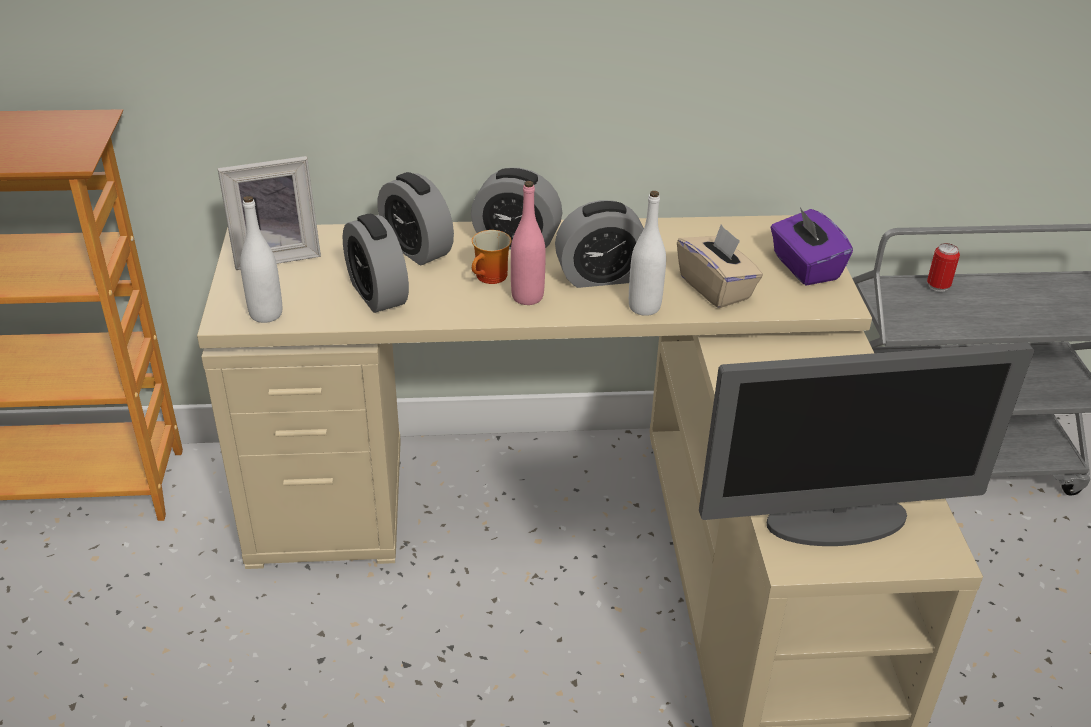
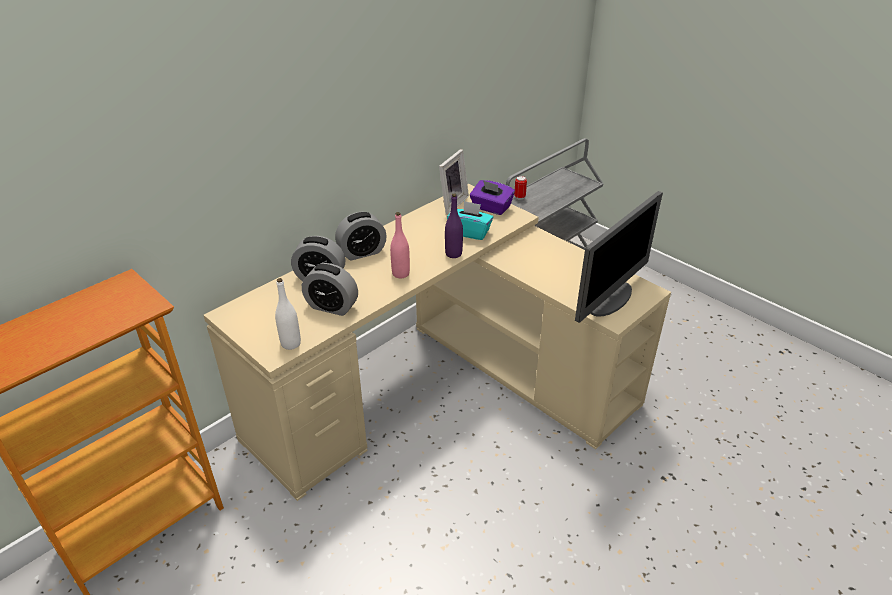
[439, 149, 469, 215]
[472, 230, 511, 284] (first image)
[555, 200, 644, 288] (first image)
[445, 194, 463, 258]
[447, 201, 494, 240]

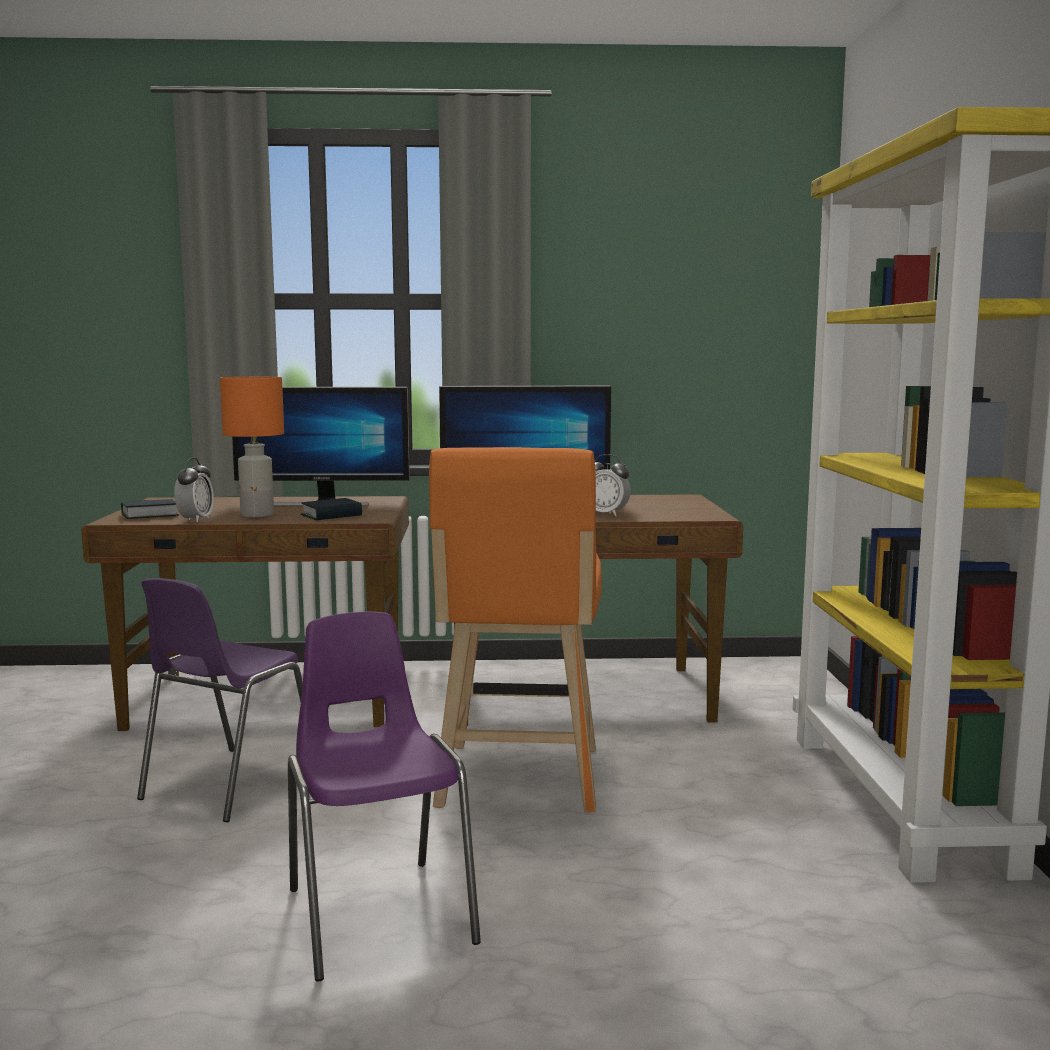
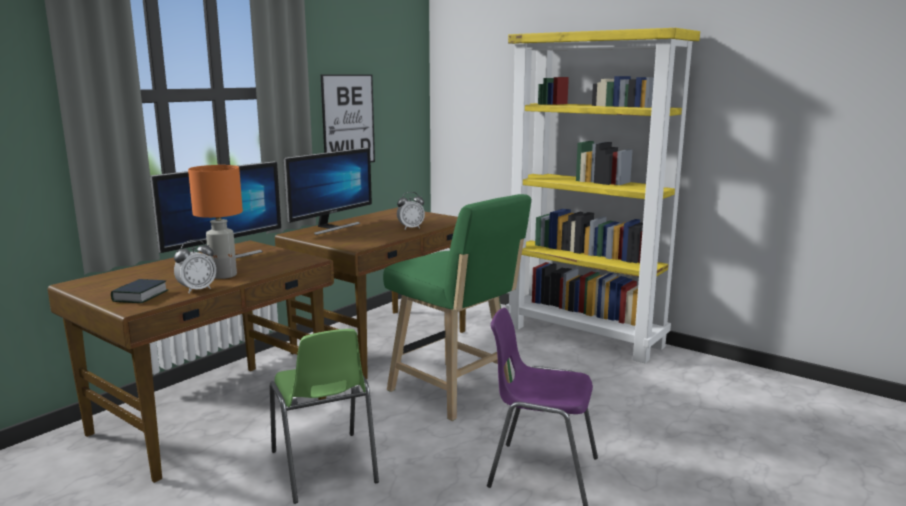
[270, 329, 379, 504]
[174, 240, 216, 294]
[301, 498, 362, 520] (first image)
[383, 194, 531, 421]
[321, 74, 375, 162]

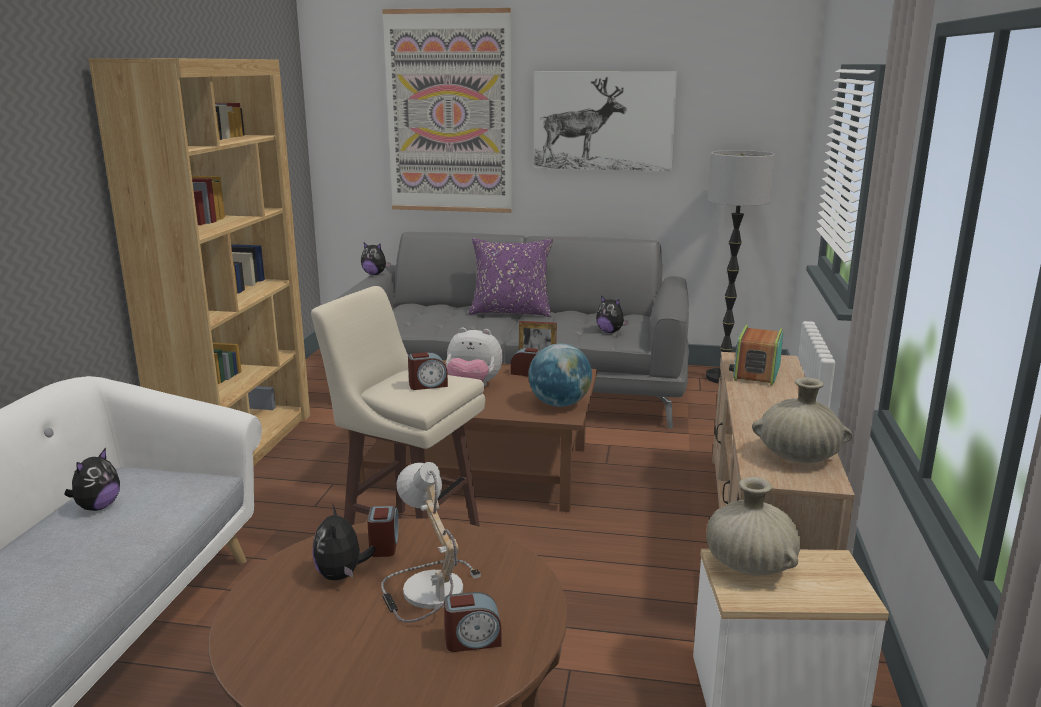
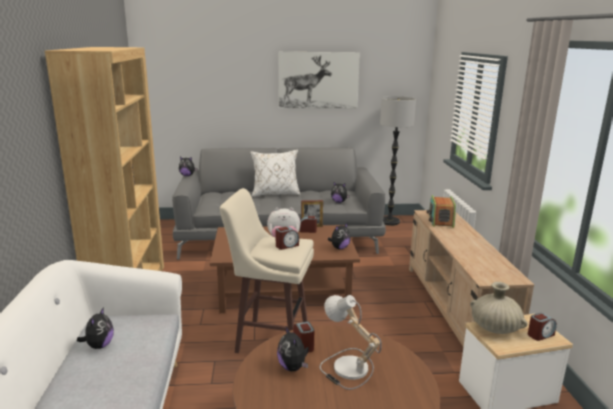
[382, 8, 512, 213] (first image)
[528, 313, 557, 341]
[250, 150, 300, 197]
[328, 223, 351, 249]
[752, 377, 853, 463] (first image)

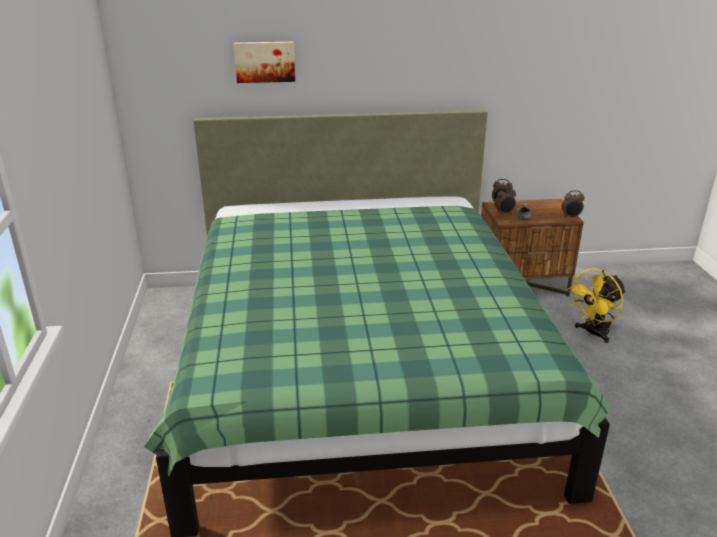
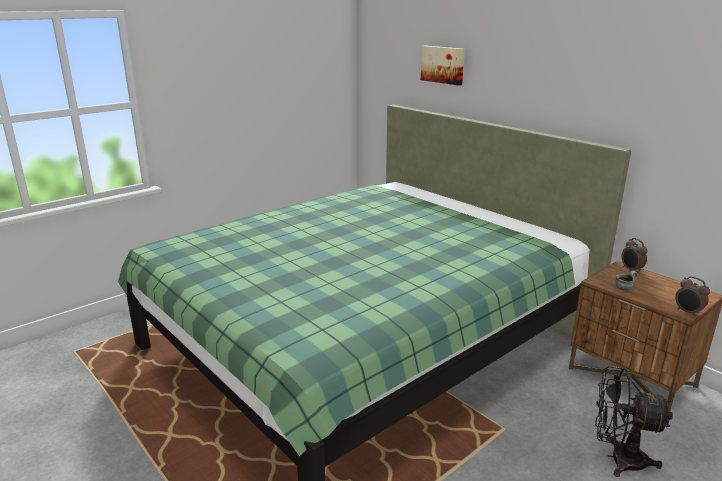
[495, 187, 516, 215] (first image)
[595, 366, 673, 477]

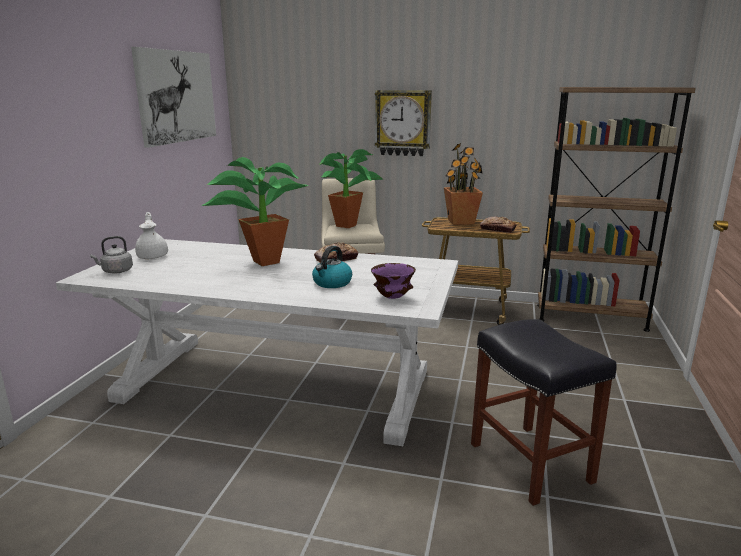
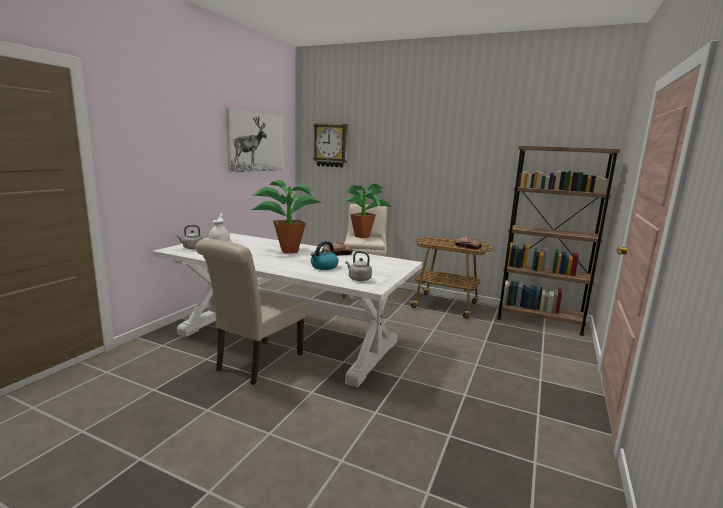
[346, 251, 372, 281]
[313, 123, 348, 168]
[444, 143, 483, 225] (first image)
[471, 319, 617, 506] (first image)
[195, 239, 307, 385]

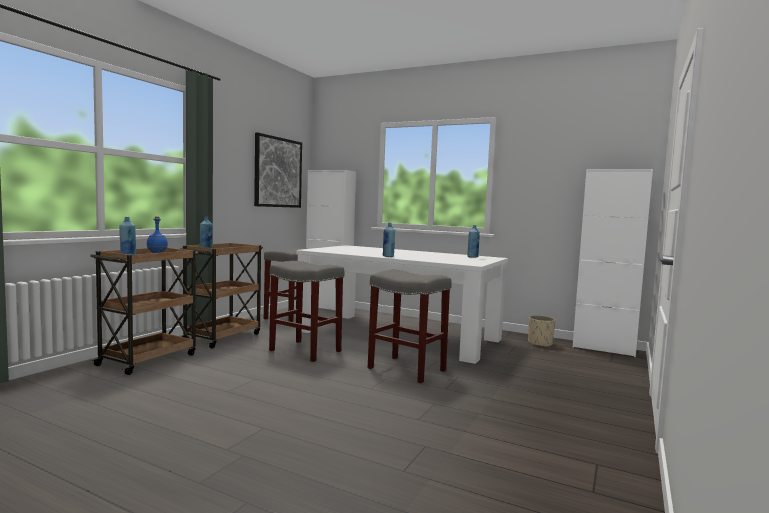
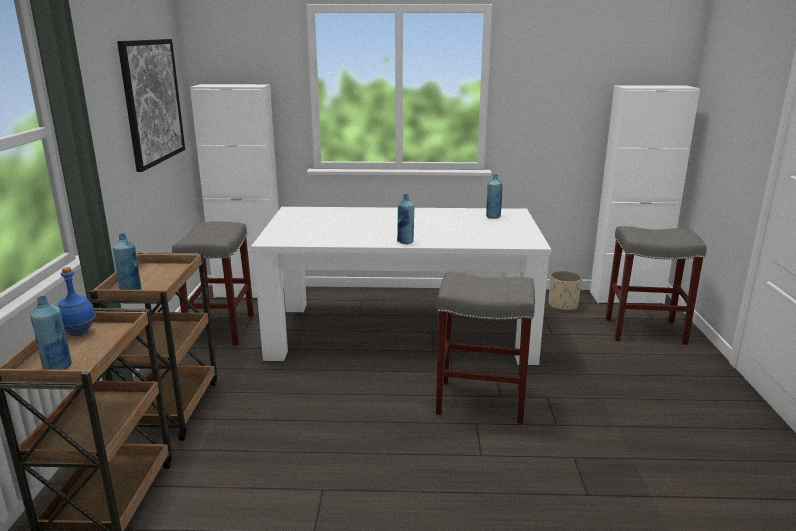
[606, 226, 707, 345]

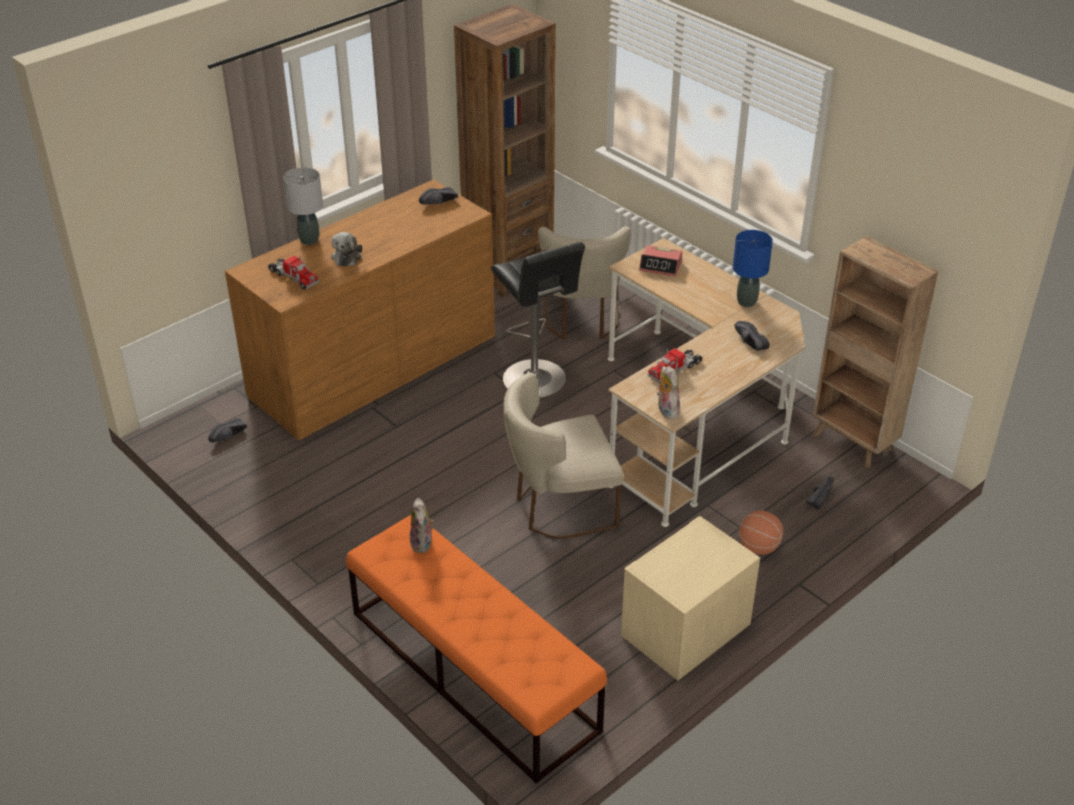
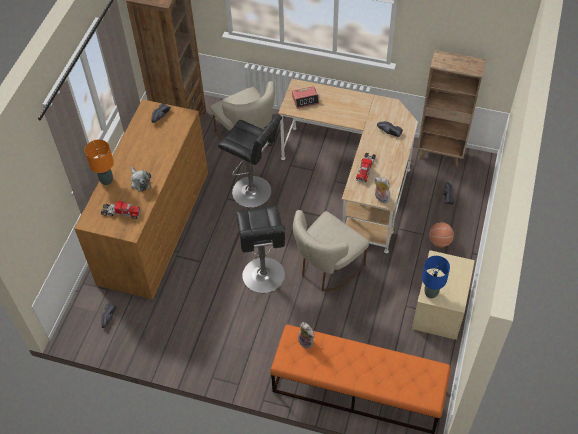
[85, 140, 114, 185]
[422, 256, 450, 299]
[236, 205, 285, 293]

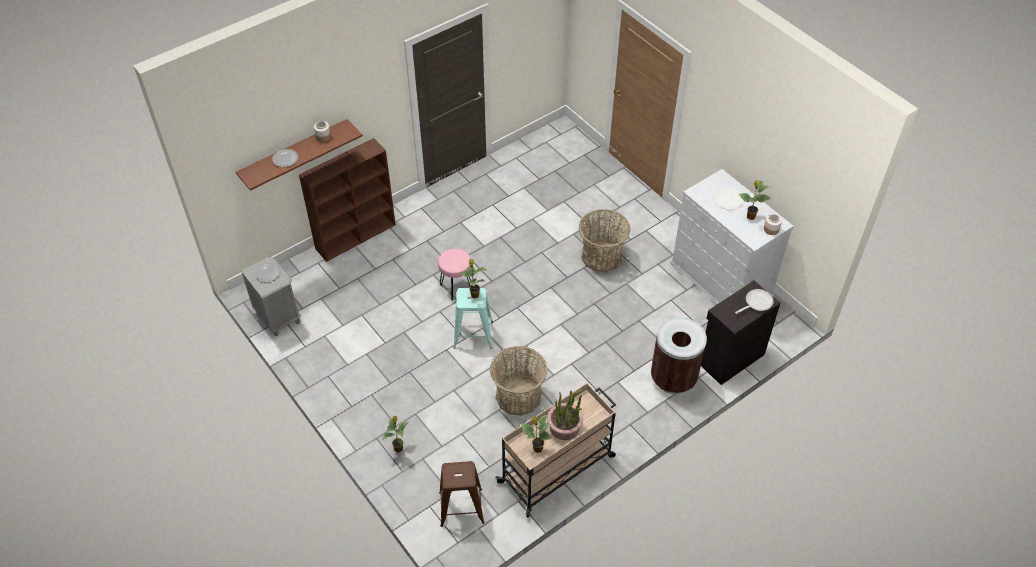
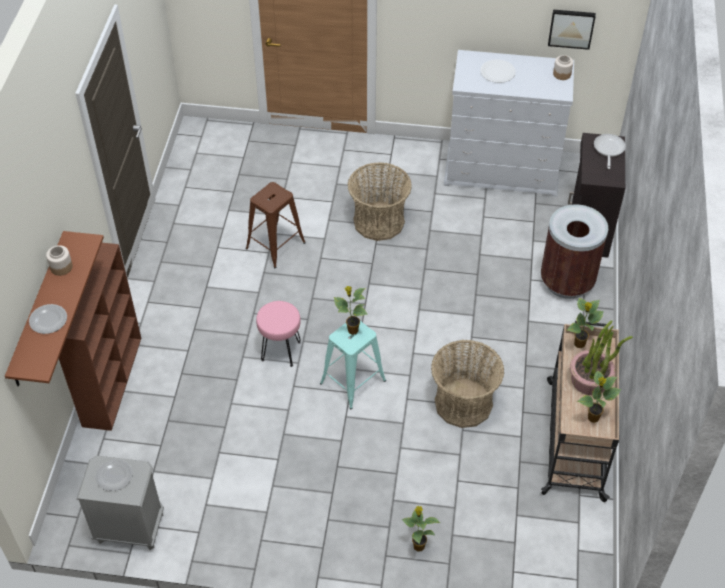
[246, 182, 306, 268]
[567, 298, 604, 348]
[548, 10, 596, 50]

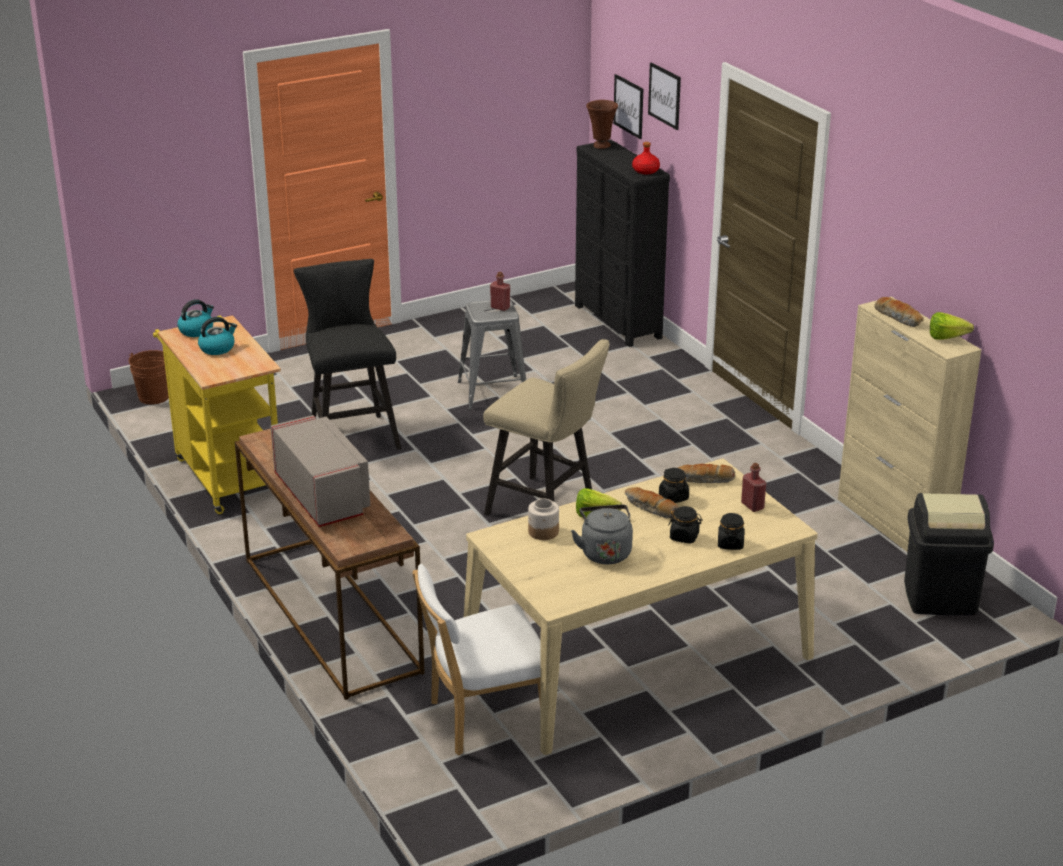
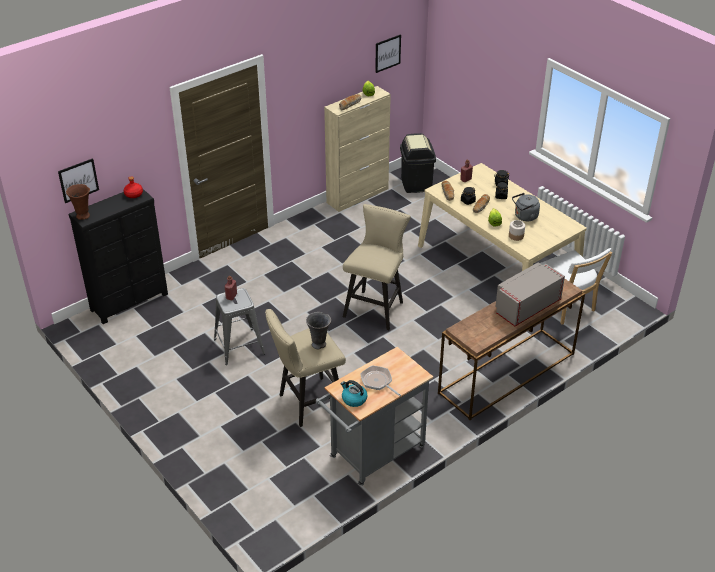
[129, 350, 169, 404] (first image)
[316, 347, 433, 486]
[360, 365, 401, 396]
[265, 309, 346, 427]
[375, 34, 401, 73]
[306, 312, 331, 349]

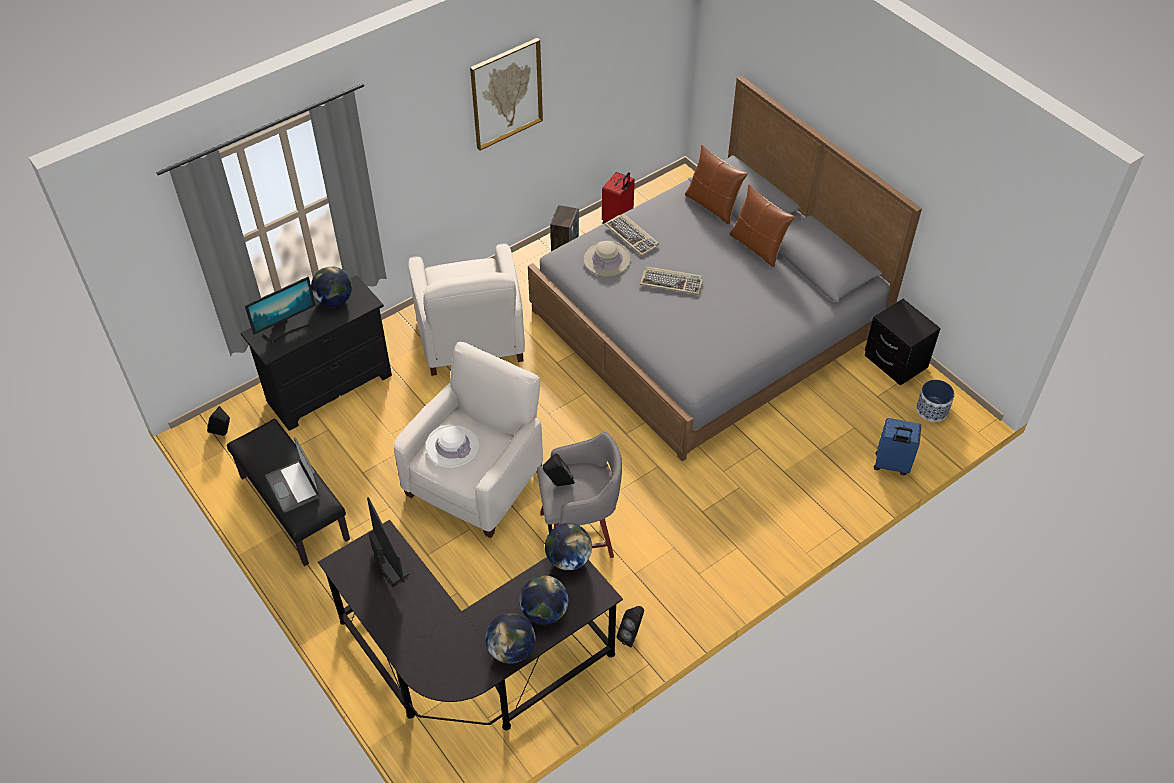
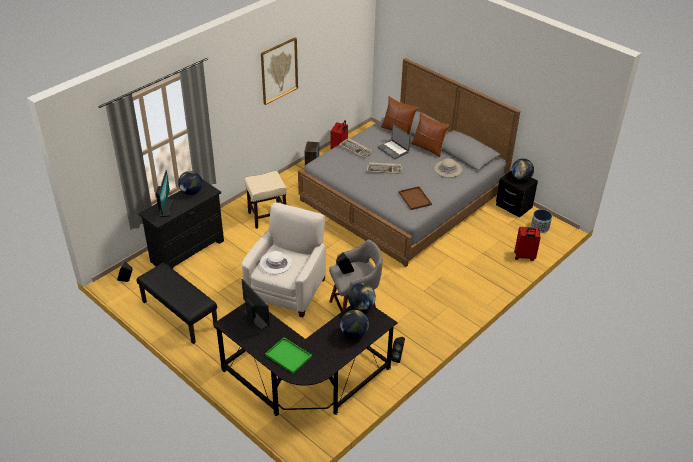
[156, 170, 174, 217]
[378, 124, 411, 159]
[244, 171, 287, 229]
[512, 158, 534, 181]
[434, 158, 462, 178]
[514, 227, 541, 261]
[265, 337, 312, 374]
[399, 186, 432, 210]

